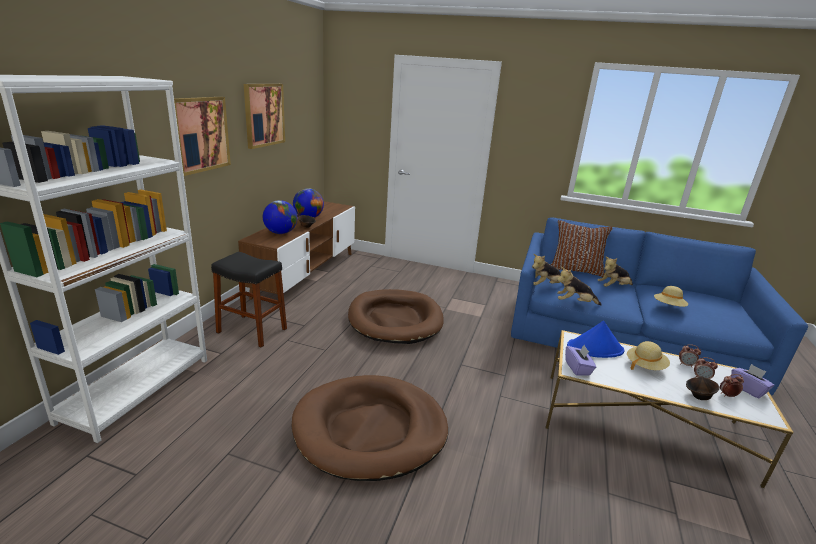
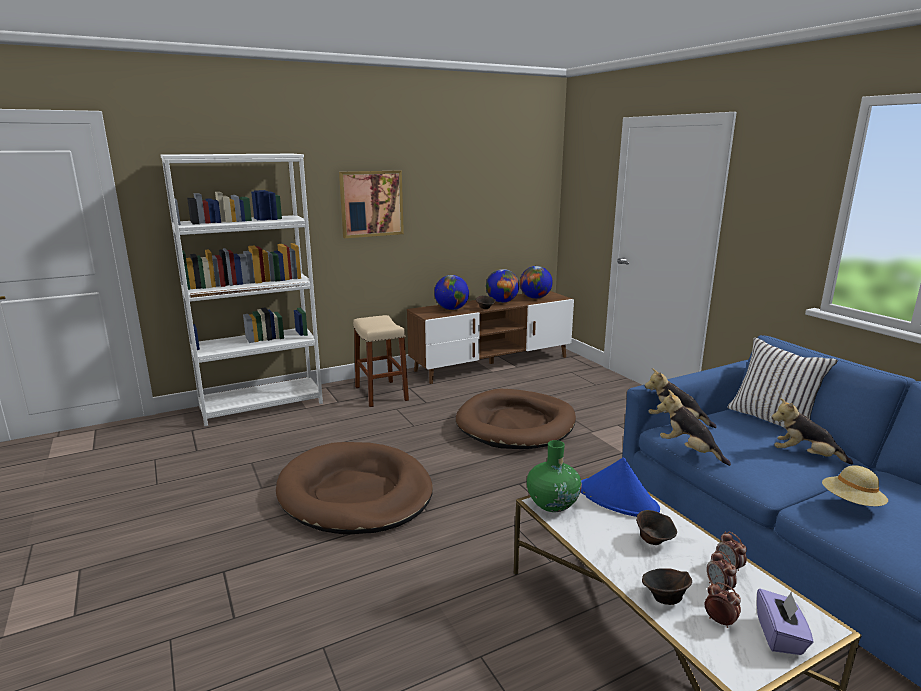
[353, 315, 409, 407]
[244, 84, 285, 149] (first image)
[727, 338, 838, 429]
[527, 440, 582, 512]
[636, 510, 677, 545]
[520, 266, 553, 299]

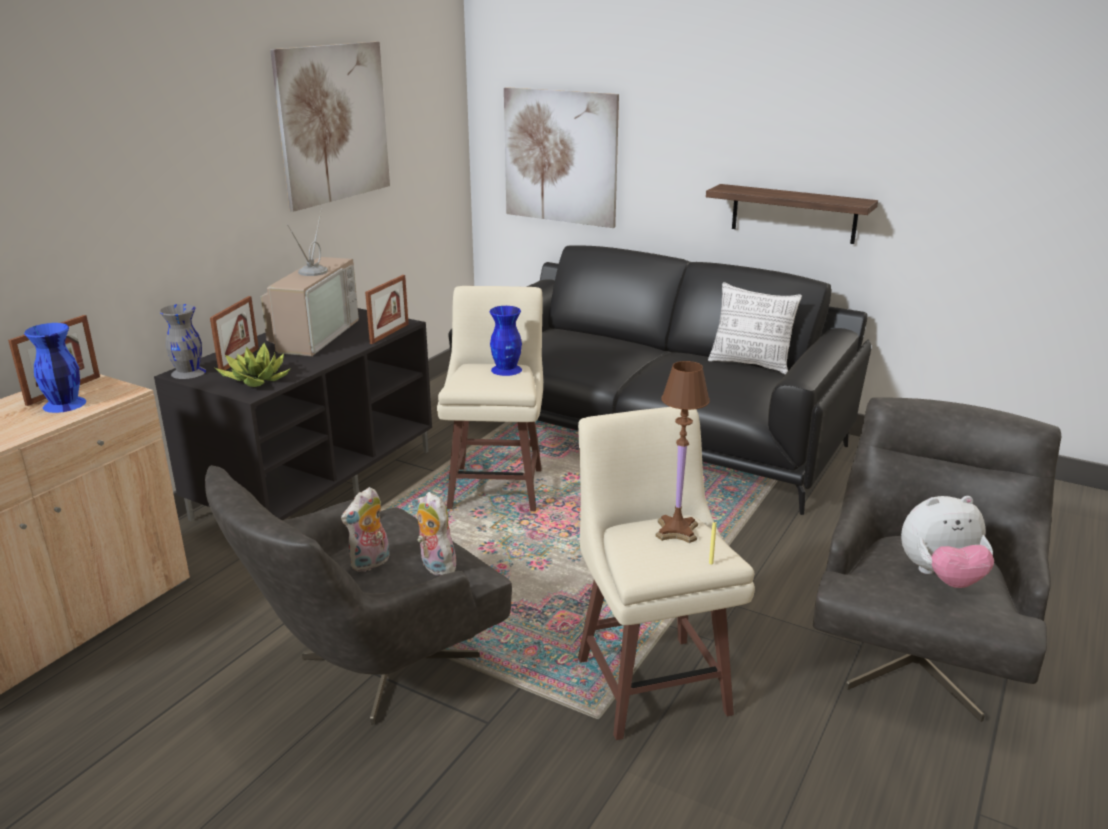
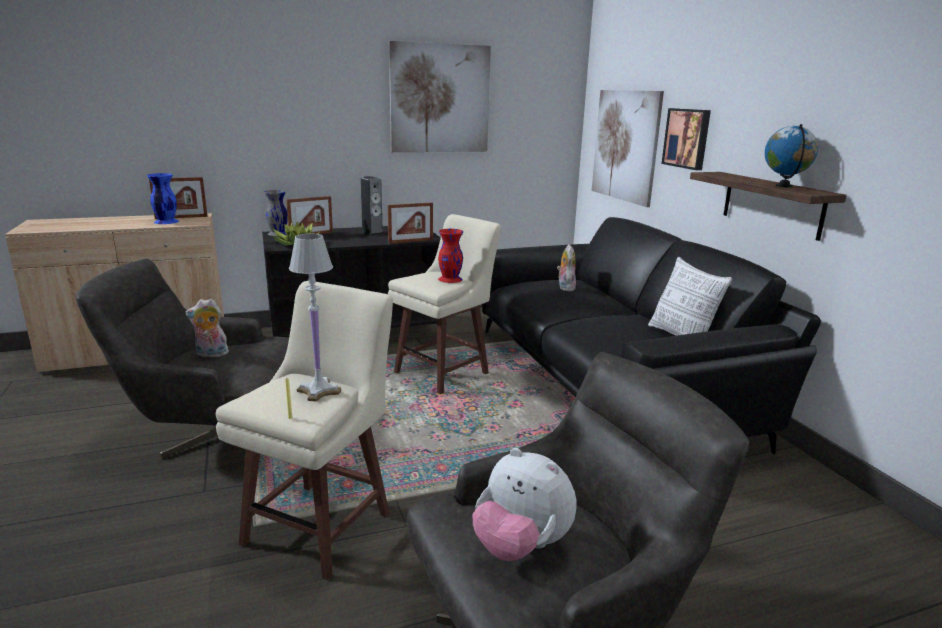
[360, 176, 384, 236]
[557, 245, 576, 291]
[438, 229, 463, 283]
[289, 233, 341, 402]
[662, 108, 711, 170]
[765, 124, 818, 187]

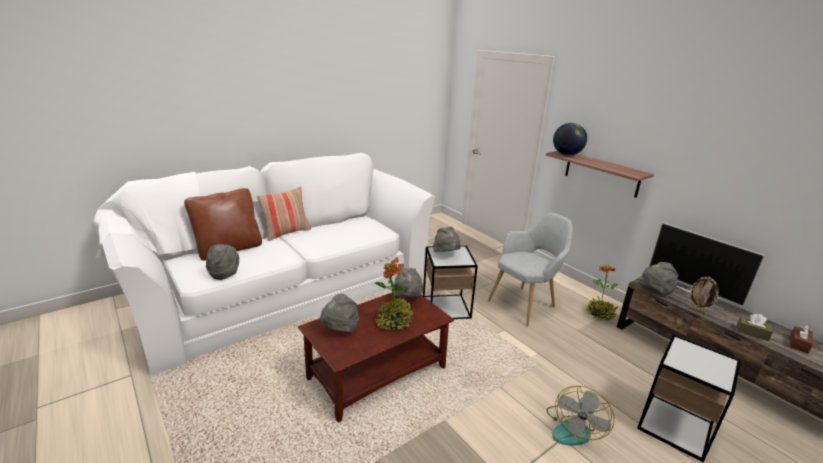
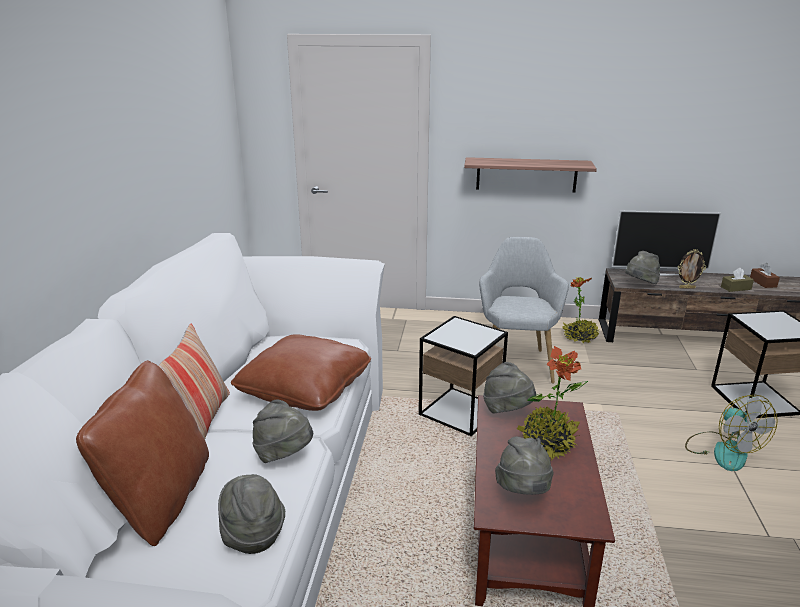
[253, 400, 313, 463]
[553, 123, 587, 156] (first image)
[231, 334, 371, 411]

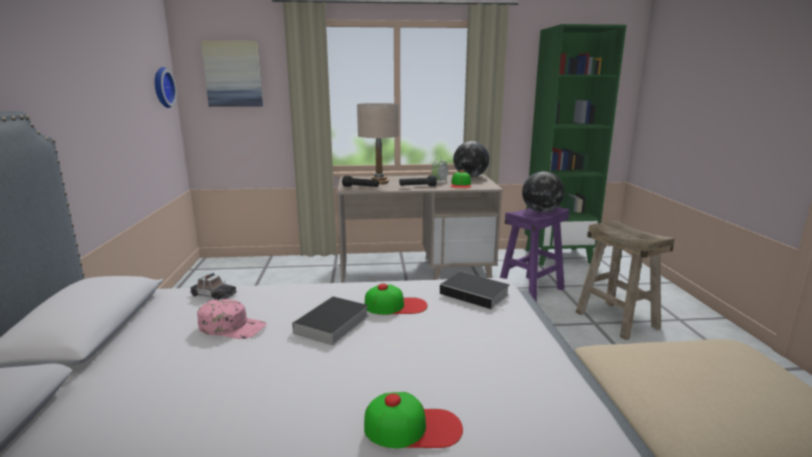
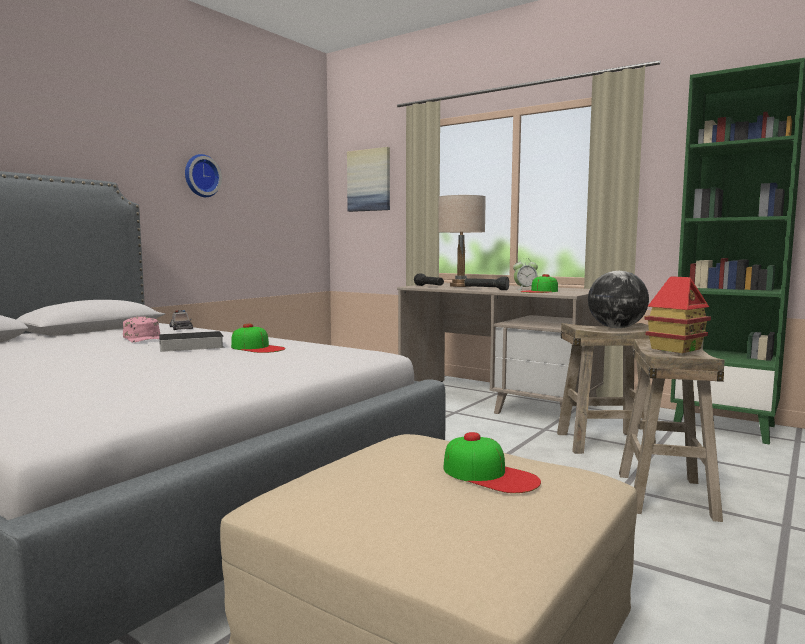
[185, 154, 222, 197]
[443, 432, 541, 493]
[440, 272, 510, 311] (first image)
[453, 141, 489, 177] (first image)
[557, 323, 656, 454]
[644, 276, 711, 353]

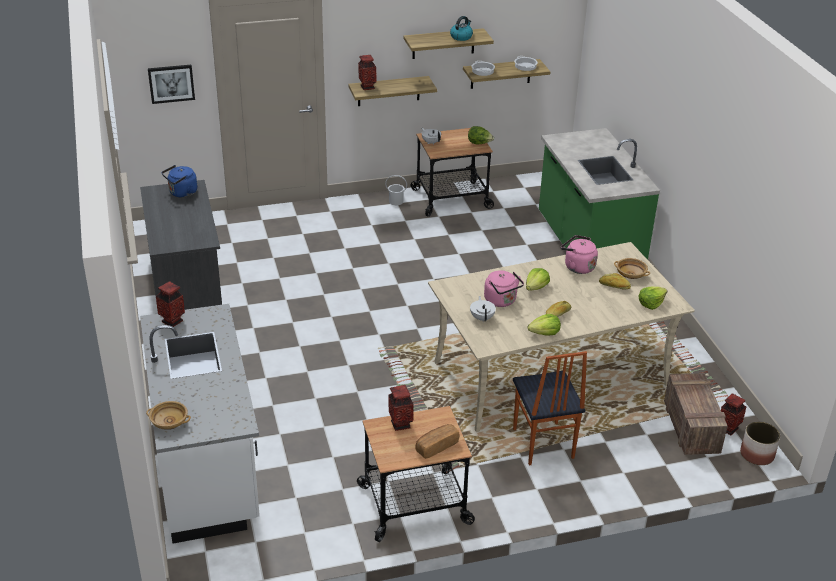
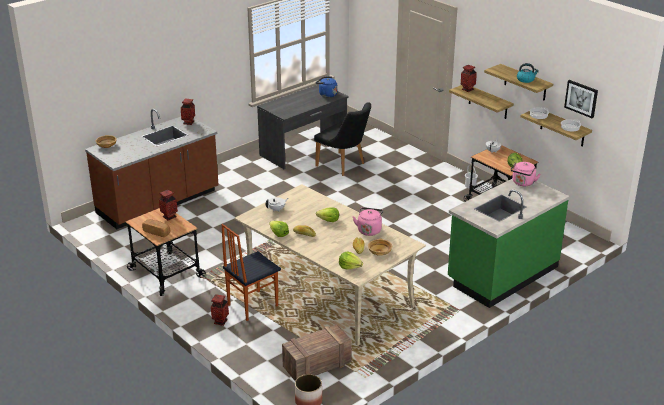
[85, 109, 219, 229]
[564, 80, 598, 118]
[511, 162, 540, 186]
[211, 294, 229, 326]
[314, 102, 371, 176]

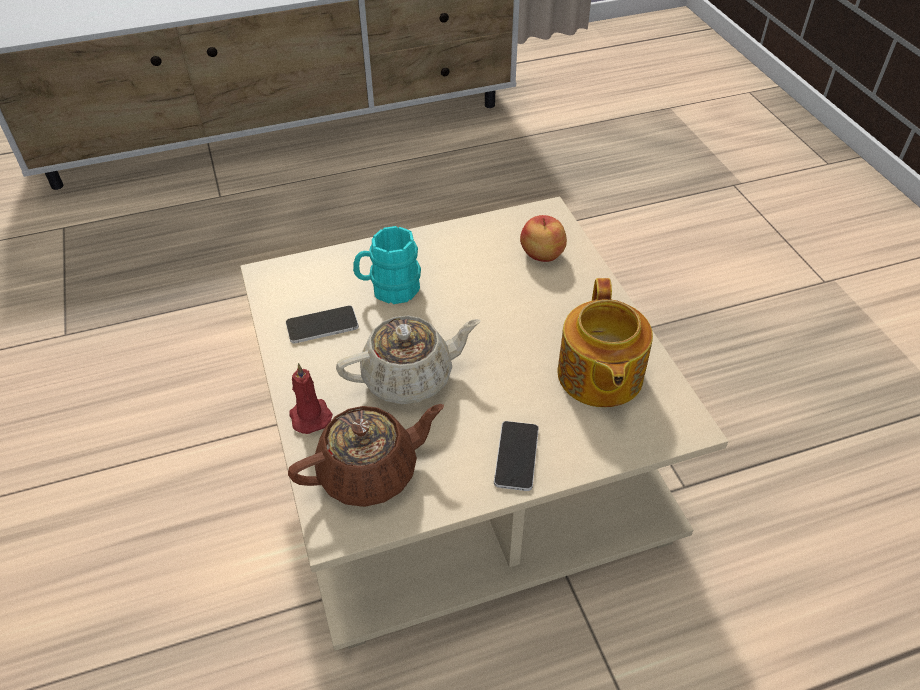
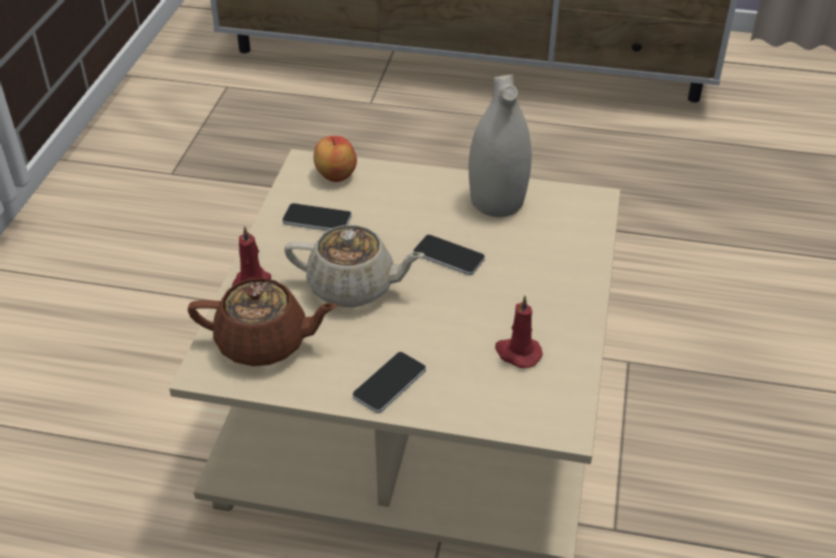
[353, 226, 421, 304] (first image)
[314, 136, 357, 182]
[495, 296, 543, 368]
[413, 235, 485, 275]
[469, 75, 532, 217]

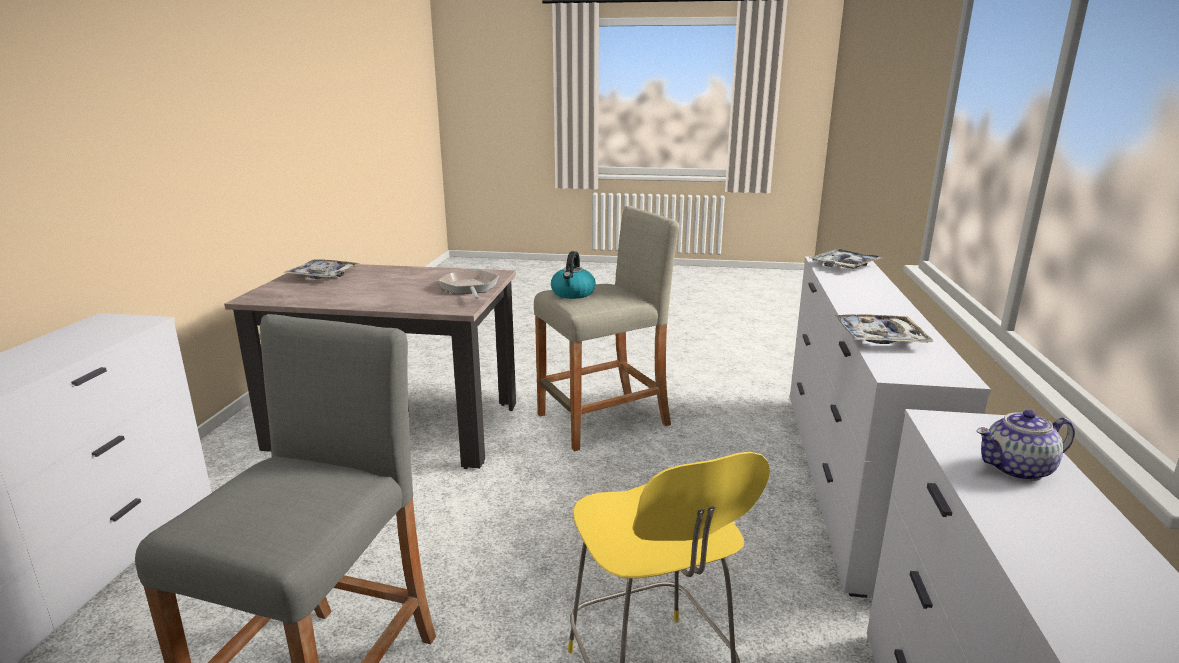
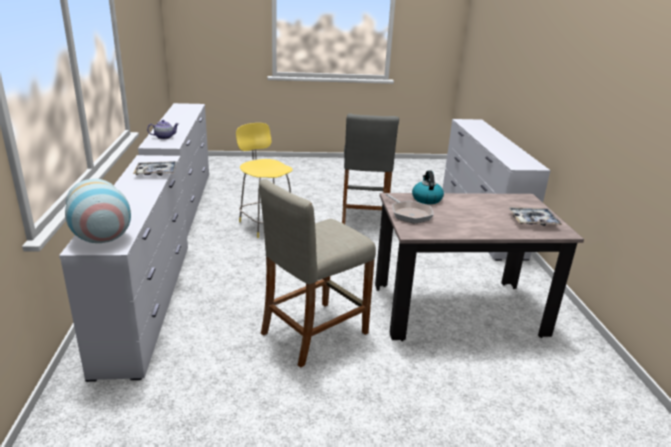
[412, 170, 444, 204]
[65, 179, 131, 243]

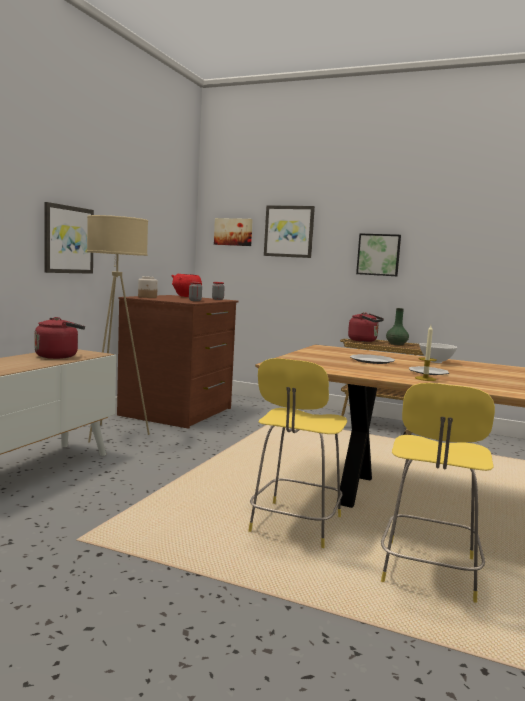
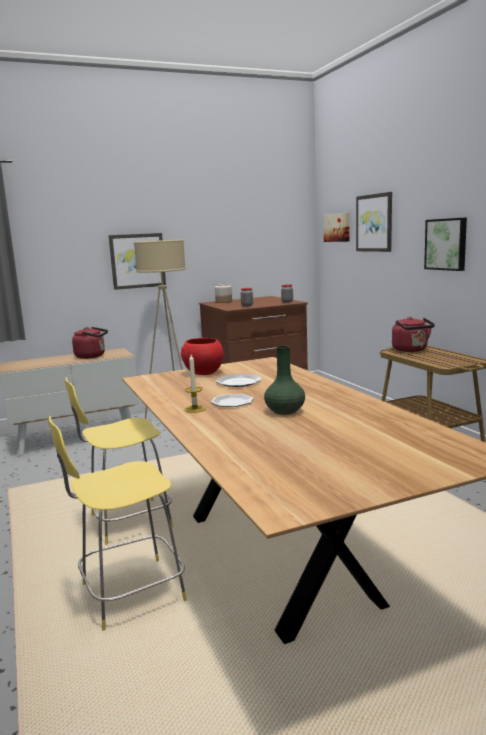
[181, 338, 224, 375]
[264, 346, 305, 415]
[419, 343, 457, 363] (first image)

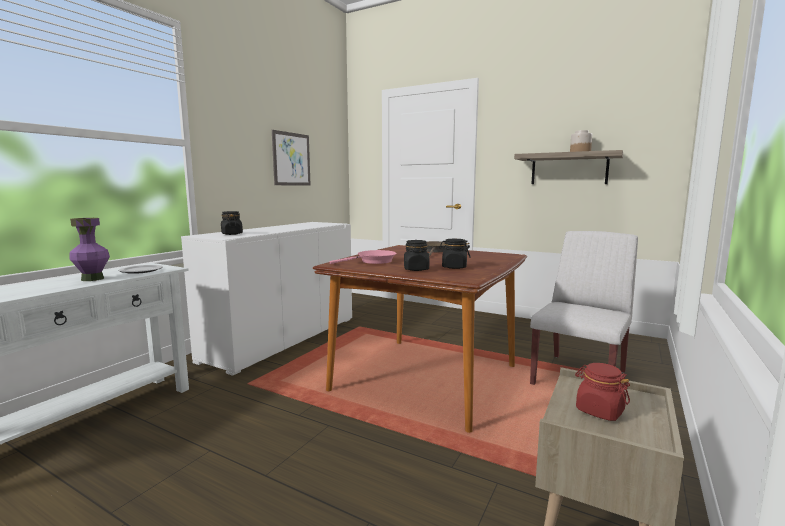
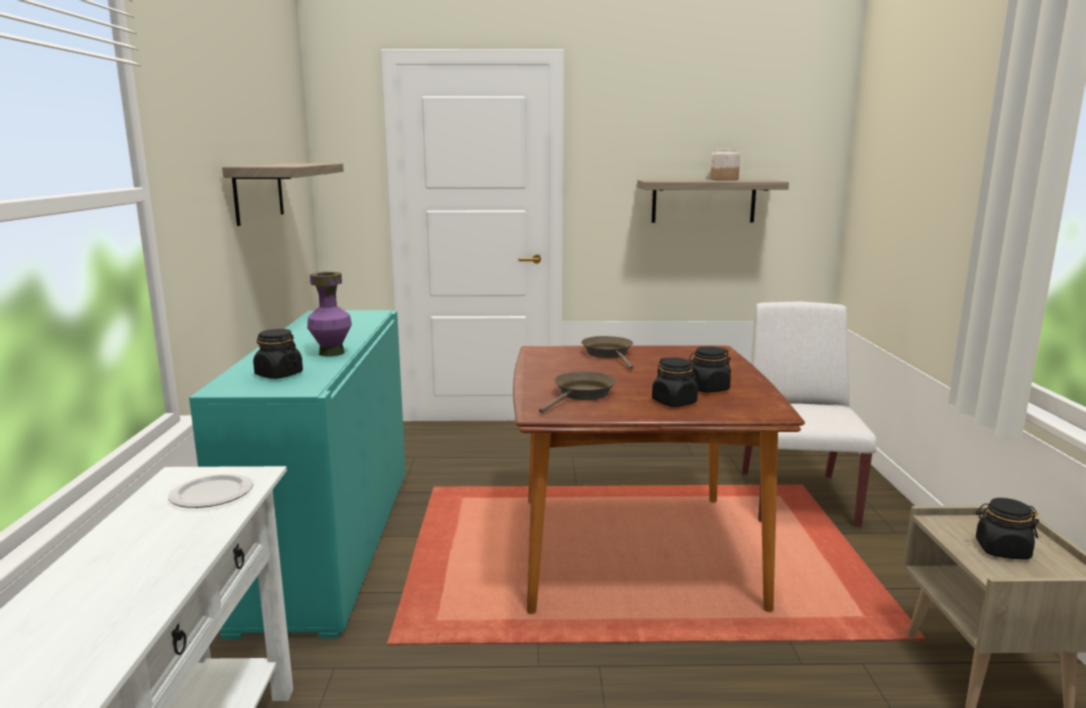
[307, 272, 352, 357]
[189, 310, 406, 639]
[222, 163, 344, 226]
[539, 371, 616, 413]
[976, 498, 1039, 559]

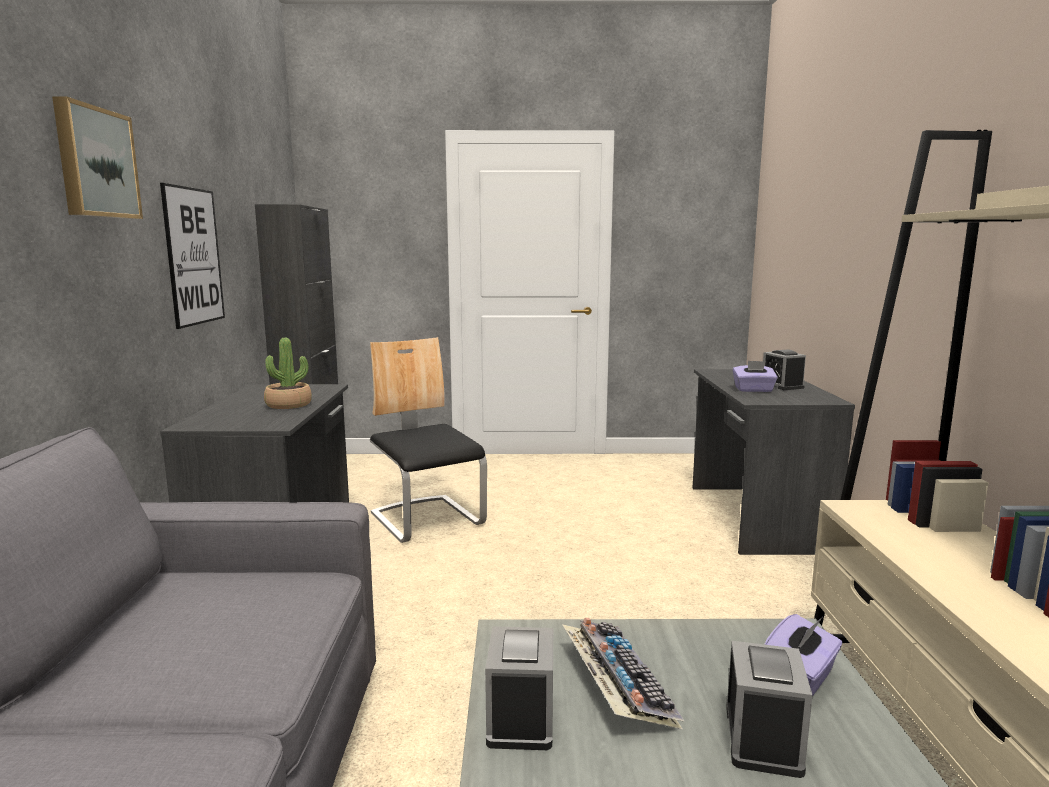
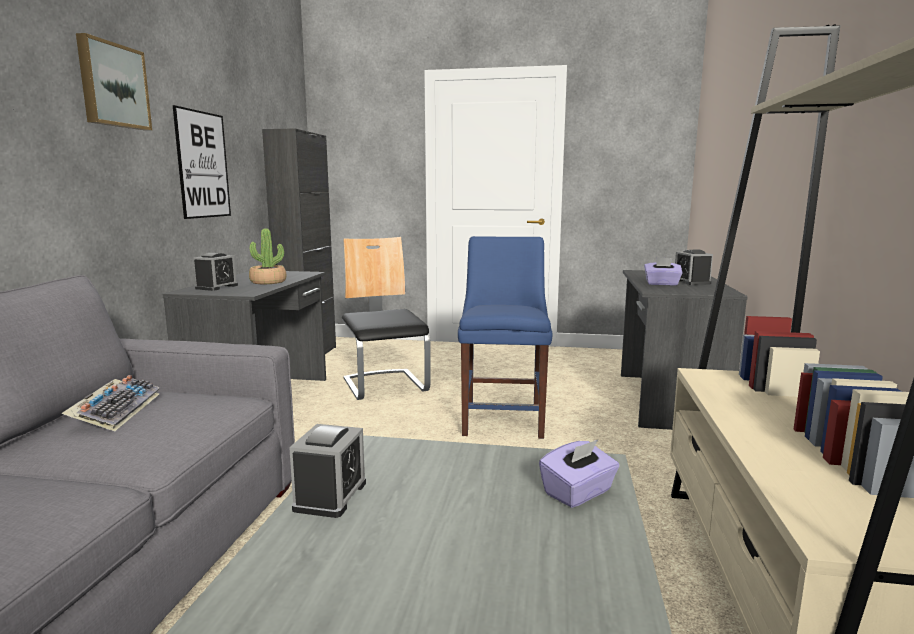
[61, 375, 160, 431]
[194, 253, 238, 291]
[458, 236, 552, 439]

